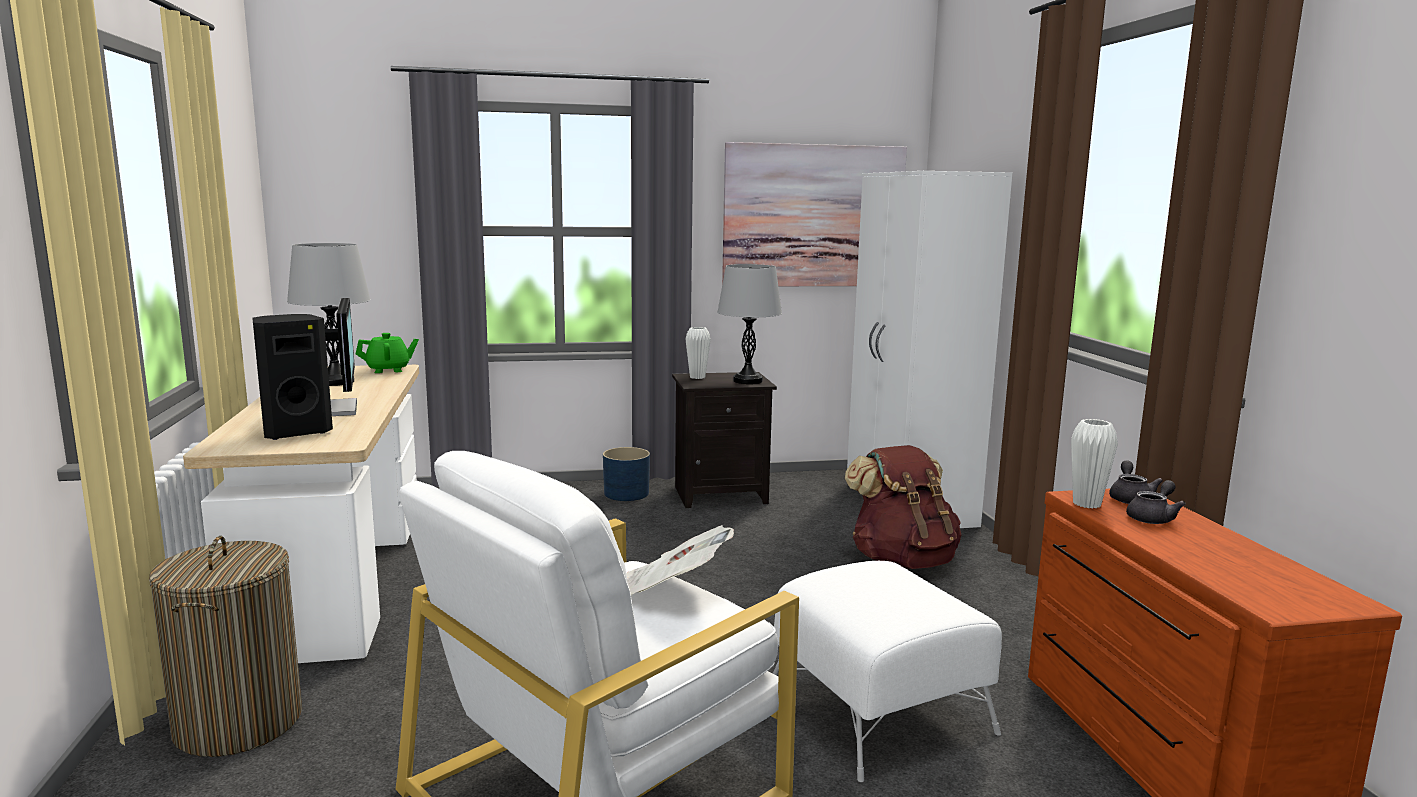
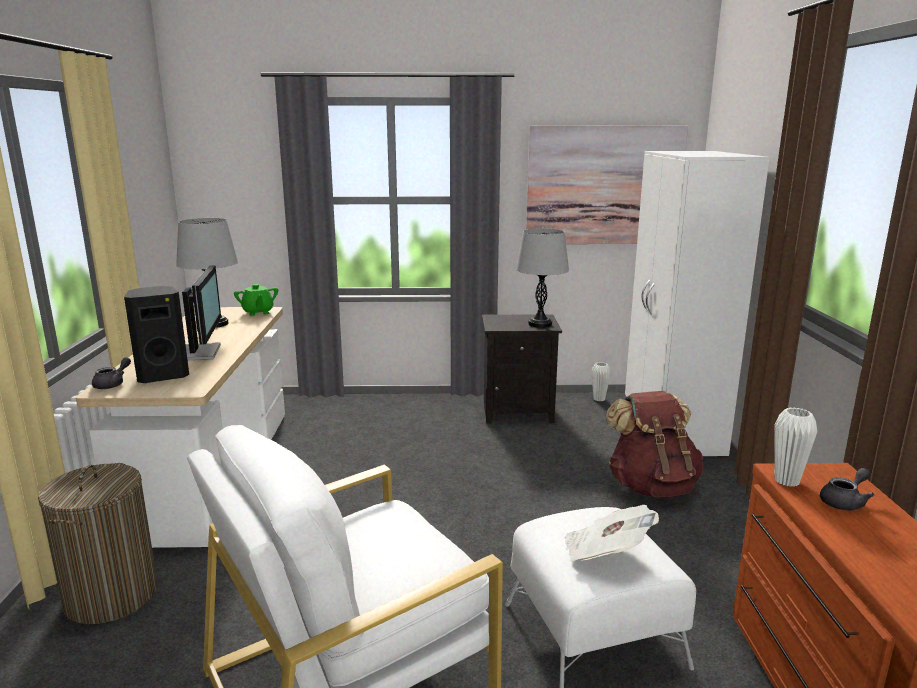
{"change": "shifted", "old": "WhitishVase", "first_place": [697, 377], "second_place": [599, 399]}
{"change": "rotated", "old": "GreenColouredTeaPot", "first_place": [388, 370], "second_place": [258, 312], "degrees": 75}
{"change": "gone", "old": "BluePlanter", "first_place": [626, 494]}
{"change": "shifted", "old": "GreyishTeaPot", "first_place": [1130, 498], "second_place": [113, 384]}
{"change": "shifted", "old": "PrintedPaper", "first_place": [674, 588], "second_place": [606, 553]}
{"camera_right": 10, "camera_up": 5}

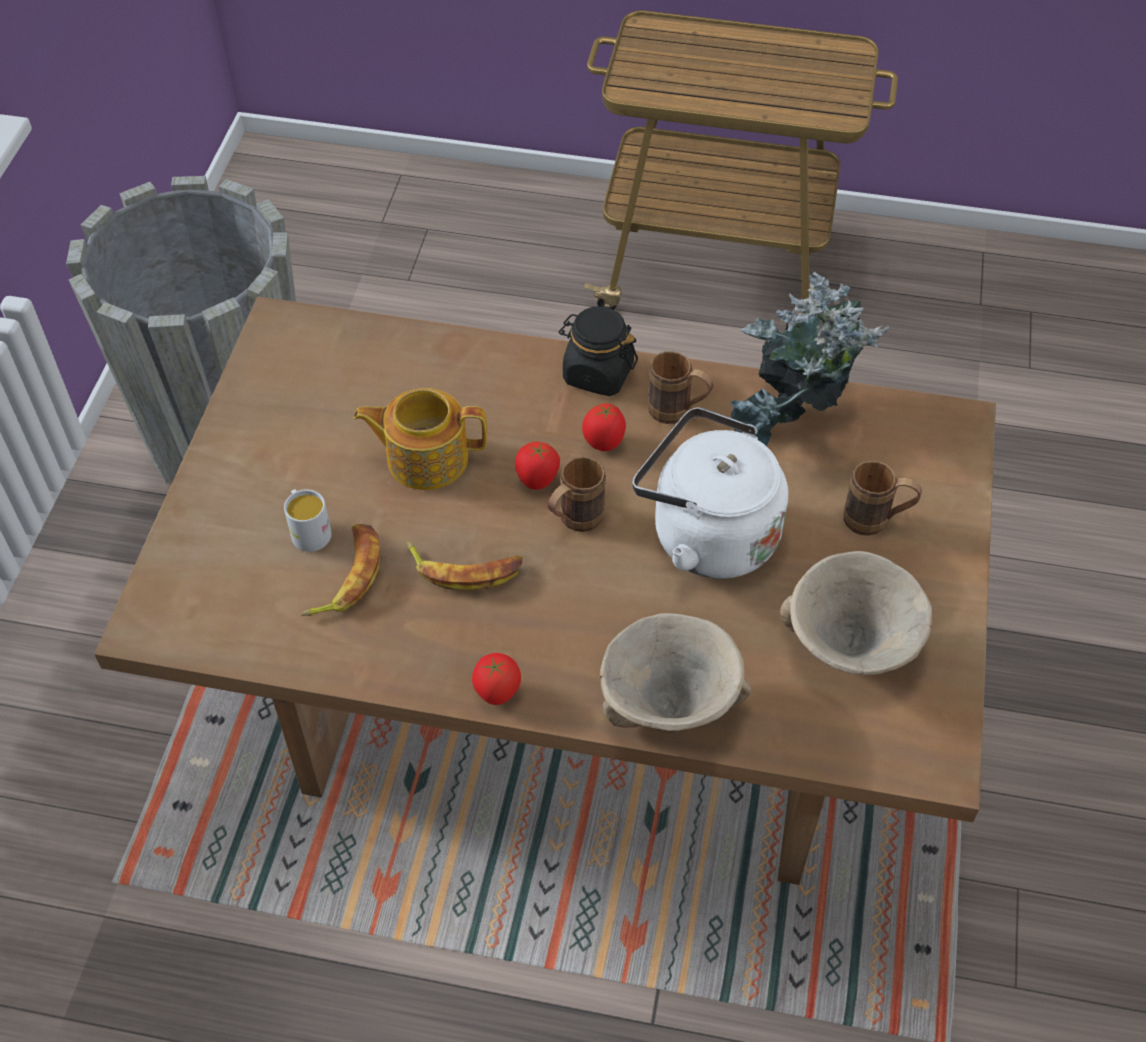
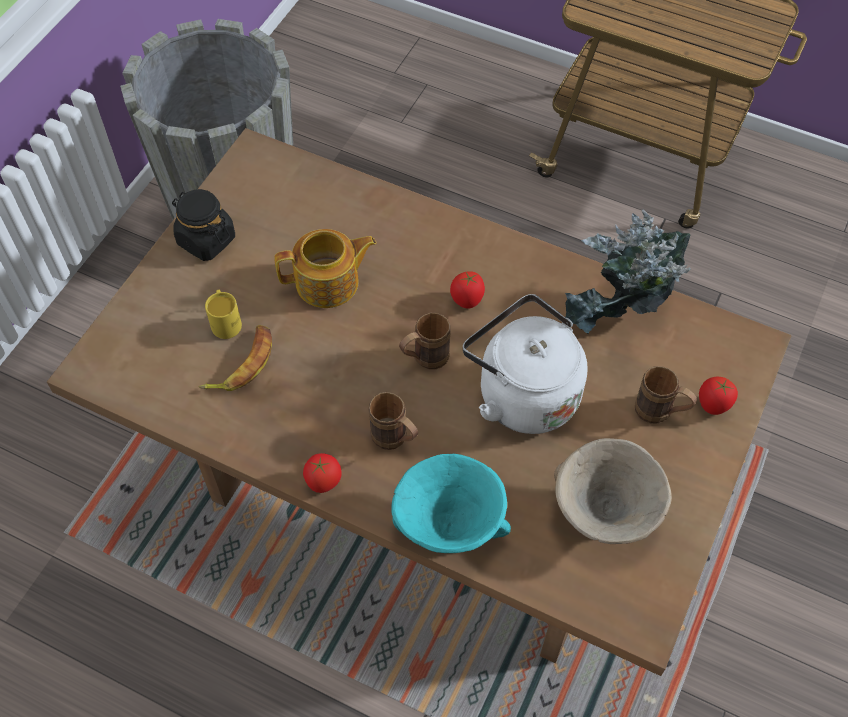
{"change": "shifted", "old": "BlackStorageJar", "first_place": [597, 373], "second_place": [206, 240]}
{"change": "shifted", "old": "BrownColouredCoffeeMug", "first_place": [678, 413], "second_place": [395, 440]}
{"change": "rotated", "old": "TeaPot", "first_place": [425, 457], "second_place": [329, 283], "degrees": 150}
{"change": "shifted", "old": "WholeTomato", "first_place": [537, 481], "second_place": [712, 406]}
{"change": "repainted", "old": "WhitishCoffeeMug", "new": "YellowColouredCoffeeMug", "first_place": [308, 531], "second_place": [225, 322]}
{"change": "gone", "old": "BananaFruit", "first_place": [465, 569]}
{"change": "repainted", "old": "BeigeBowl", "new": "BlueGreenBowl", "first_place": [668, 706], "second_place": [448, 524]}
{"camera_right": 15, "camera_up": 5}

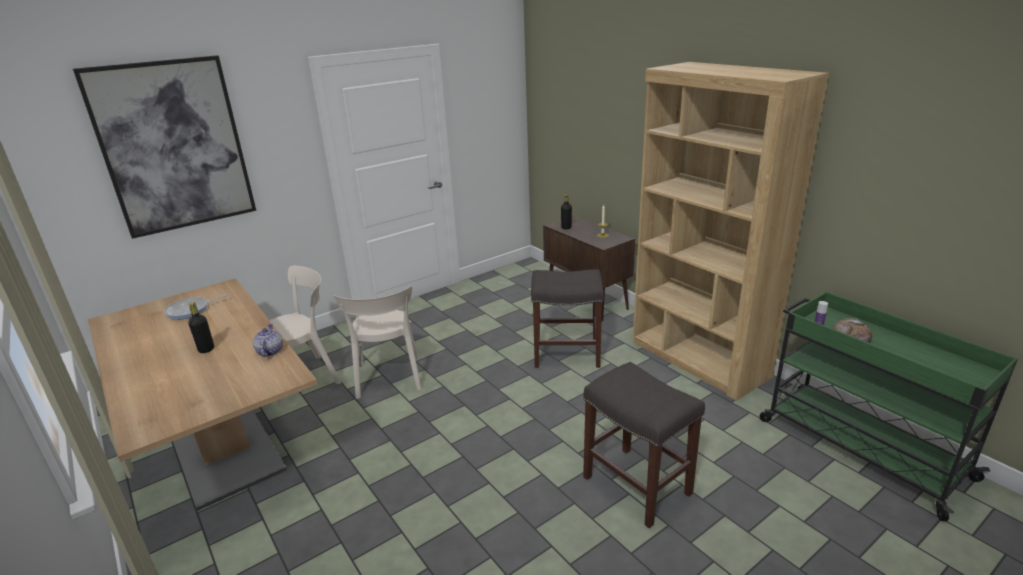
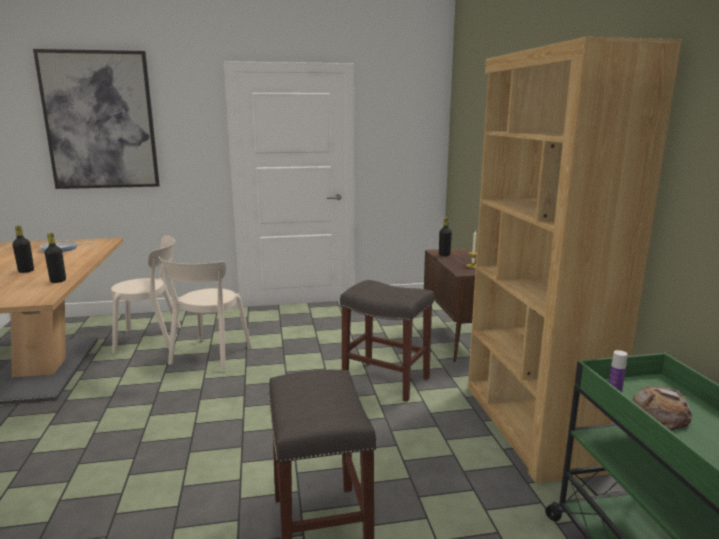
{"change": "swapped", "old": "TeaPot", "new": "BlackBottle", "first_place": [269, 351], "second_place": [58, 281]}
{"camera_right": 25, "camera_up": -10}

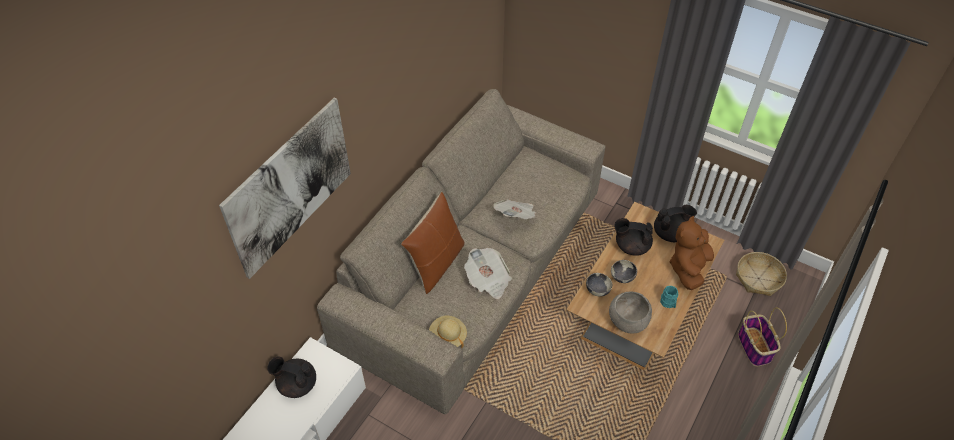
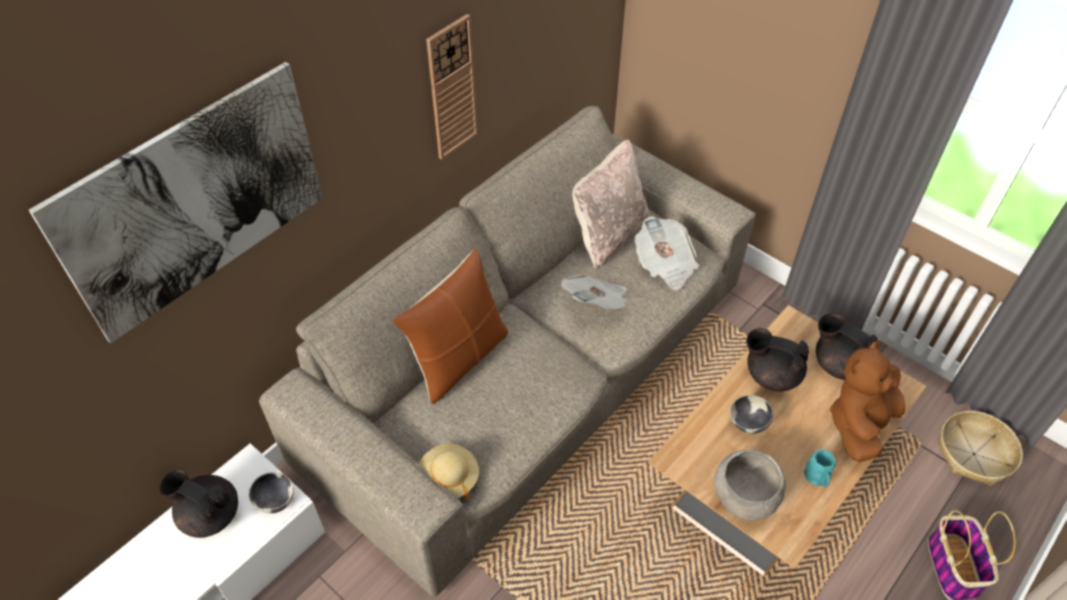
{"change": "rotated", "old": "BlackTeaPot", "first_place": [670, 233], "second_place": [838, 363], "degrees": -135}
{"change": "shifted", "old": "PrintedPaper", "first_place": [488, 280], "second_place": [664, 265]}
{"change": "shifted", "old": "Bowl", "first_place": [597, 290], "second_place": [275, 500]}
{"change": "new", "new": "ClockOnTheWall", "second_place": [452, 89]}
{"change": "new", "new": "BeigeCushion", "second_place": [608, 234]}
{"camera_right": 10, "camera_up": 0}

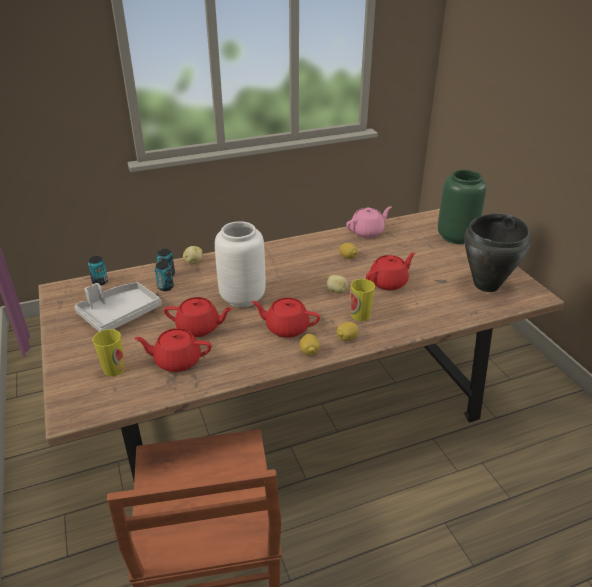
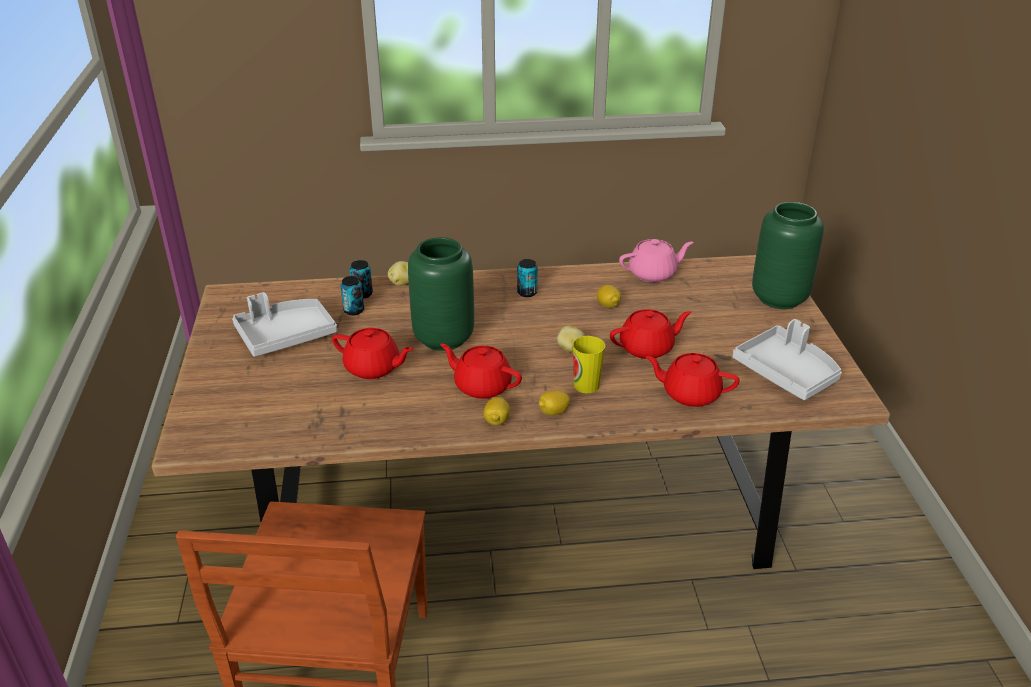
{"change": "swapped", "old": "BlackStockpot", "new": "GreyishTray", "first_place": [487, 285], "second_place": [787, 373]}
{"change": "repainted", "old": "WhitishVase", "new": "GreenColouredVase", "first_place": [243, 297], "second_place": [445, 338]}
{"change": "shifted", "old": "MetalCan", "first_place": [100, 282], "second_place": [527, 292]}
{"change": "shifted", "old": "RedColouredTeaPot", "first_place": [177, 361], "second_place": [690, 394]}
{"change": "gone", "old": "SmallCup", "first_place": [114, 369]}
{"camera_right": 15, "camera_up": 0}

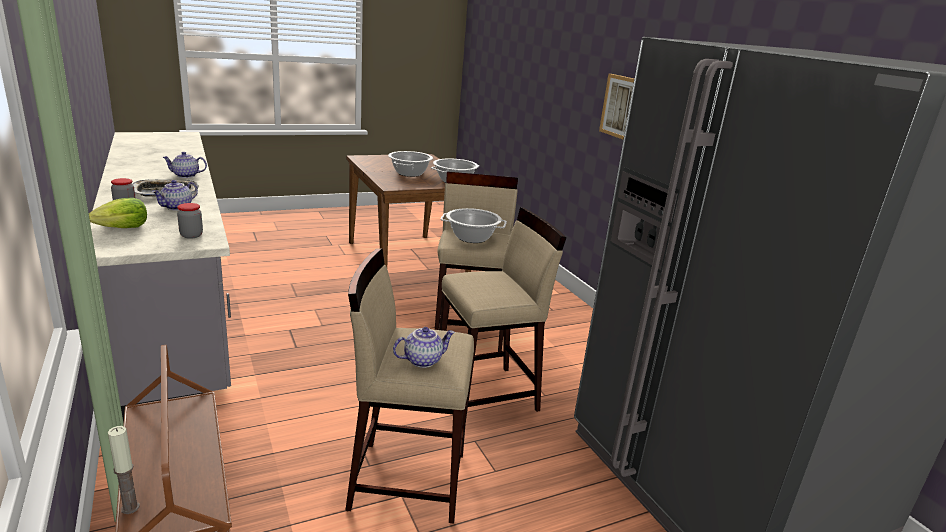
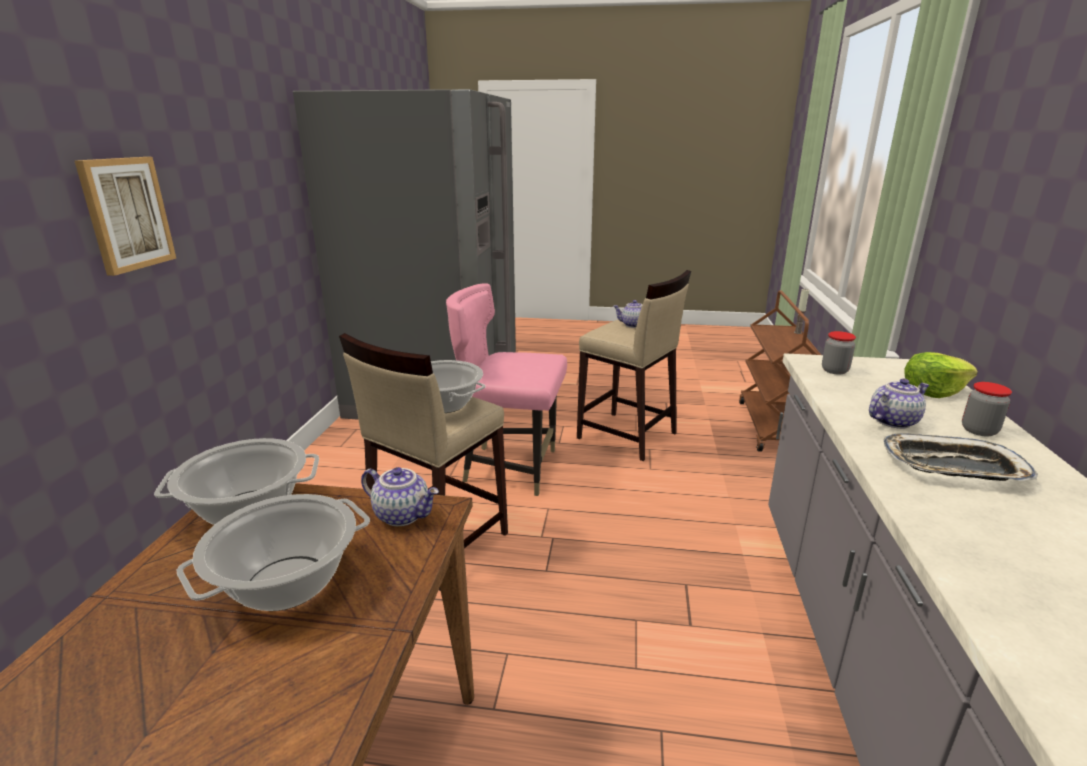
{"change": "shifted", "old": "TeaPot", "first_place": [185, 176], "second_place": [403, 515]}
{"change": "swapped", "old": "BeigeStool", "new": "PinkColouredChair", "first_place": [487, 395], "second_place": [511, 468]}
{"camera_right": -145, "camera_up": 0}

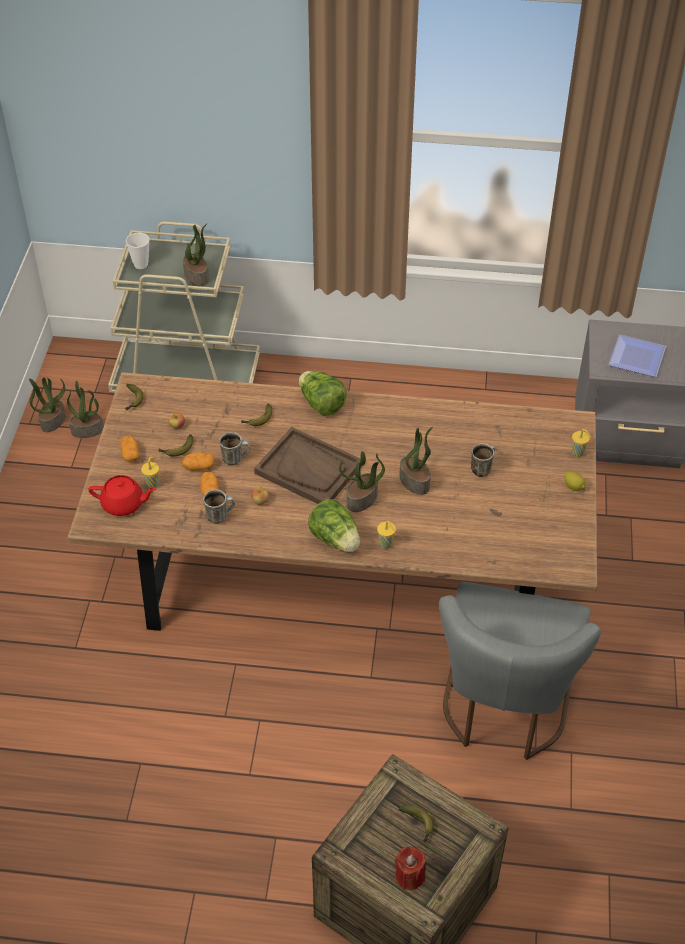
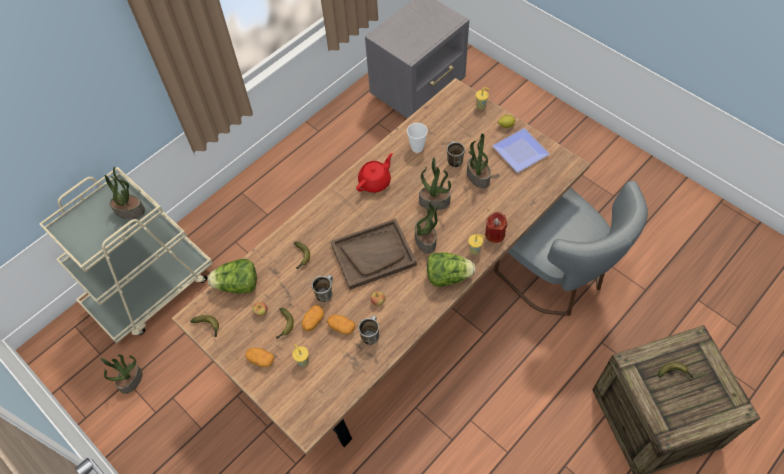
{"change": "shifted", "old": "SmallCup", "first_place": [141, 264], "second_place": [417, 148]}
{"change": "shifted", "old": "Plate", "first_place": [638, 357], "second_place": [520, 150]}
{"change": "shifted", "old": "LettuceHead", "first_place": [321, 404], "second_place": [237, 285]}
{"change": "shifted", "old": "Houseplant", "first_place": [53, 420], "second_place": [477, 177]}
{"change": "shifted", "old": "RedColouredTeaPot", "first_place": [124, 504], "second_place": [375, 182]}
{"change": "shifted", "old": "RedColouredWaxCandle", "first_place": [409, 876], "second_place": [495, 234]}
{"camera_right": -50, "camera_up": 10}

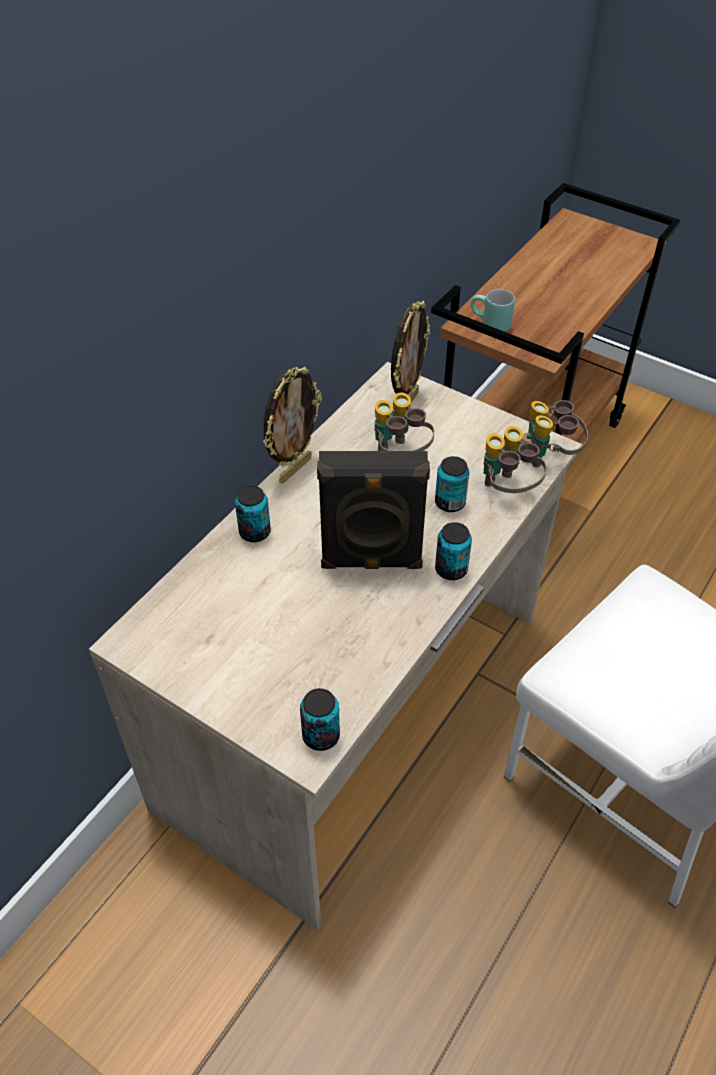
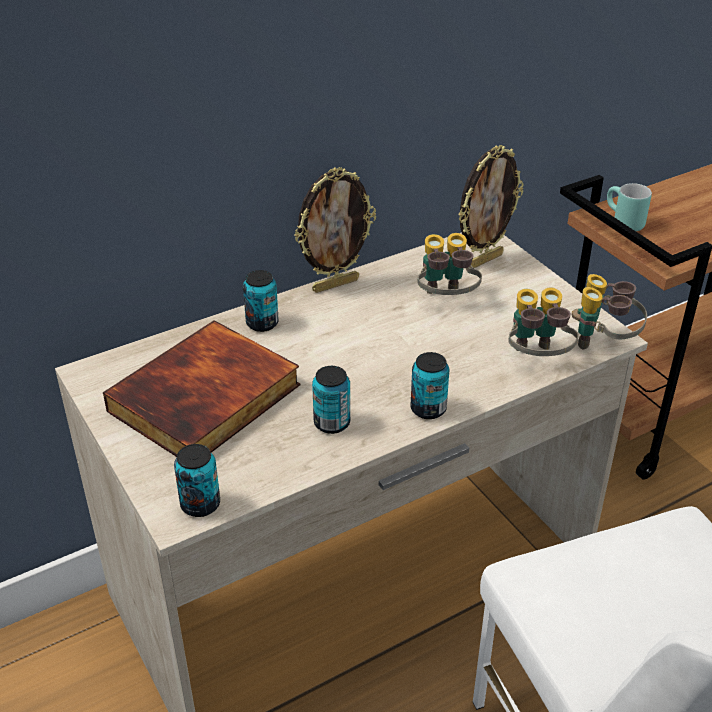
{"change": "gone", "old": "BlackAudioSpeaker", "first_place": [371, 562]}
{"change": "shifted", "old": "MetalCan", "first_place": [450, 502], "second_place": [332, 423]}
{"change": "new", "new": "Volume", "second_place": [206, 400]}
{"camera_right": 25, "camera_up": -10}

